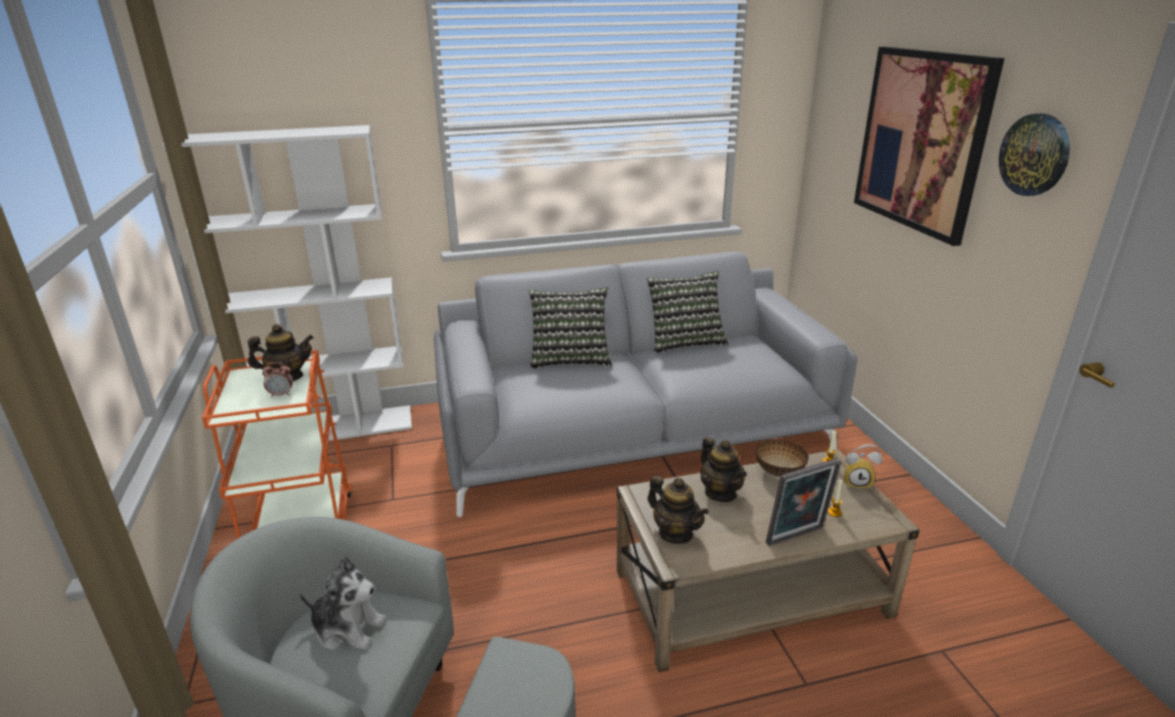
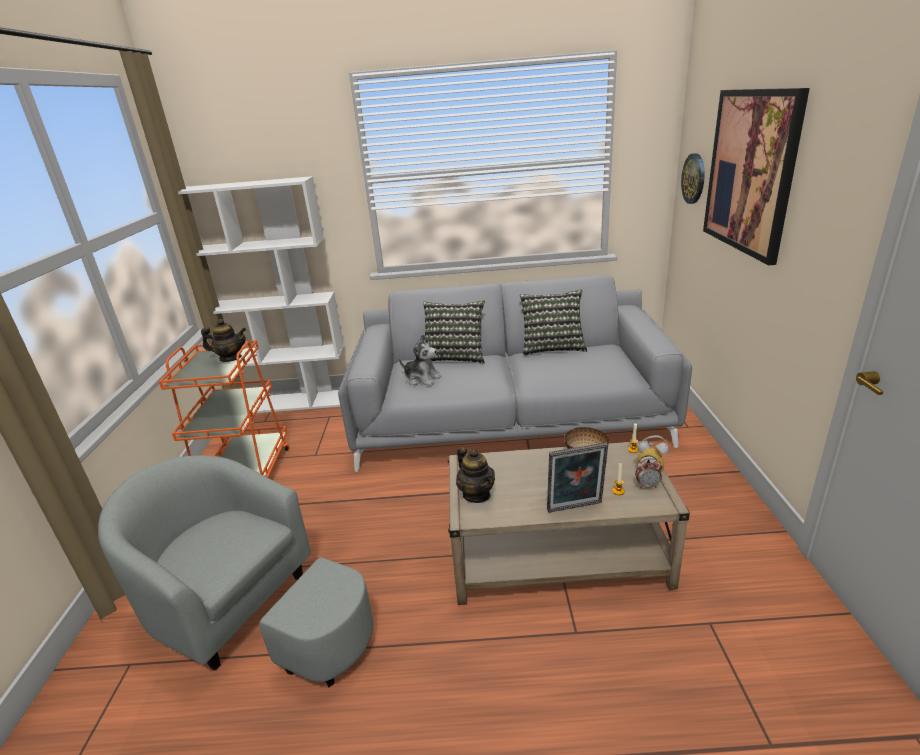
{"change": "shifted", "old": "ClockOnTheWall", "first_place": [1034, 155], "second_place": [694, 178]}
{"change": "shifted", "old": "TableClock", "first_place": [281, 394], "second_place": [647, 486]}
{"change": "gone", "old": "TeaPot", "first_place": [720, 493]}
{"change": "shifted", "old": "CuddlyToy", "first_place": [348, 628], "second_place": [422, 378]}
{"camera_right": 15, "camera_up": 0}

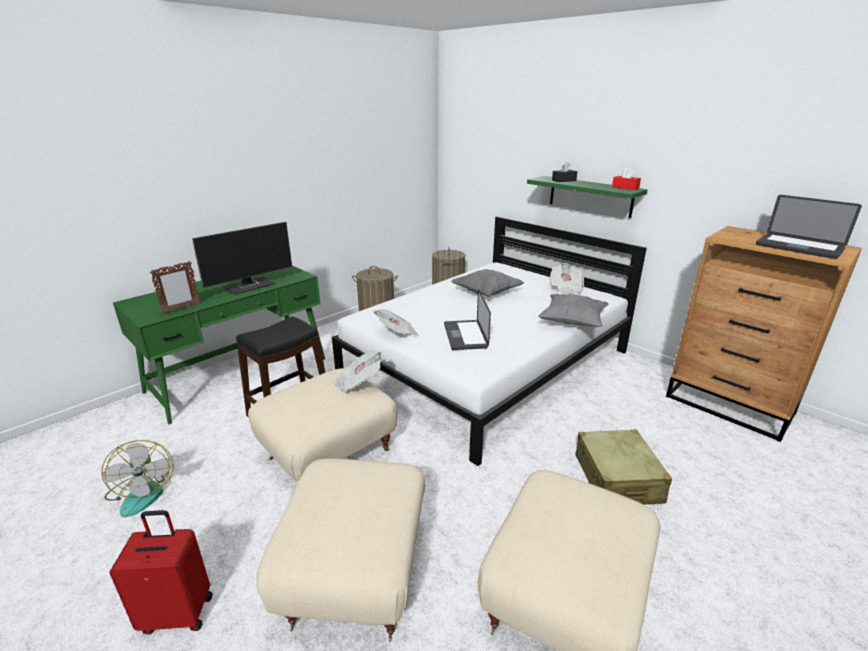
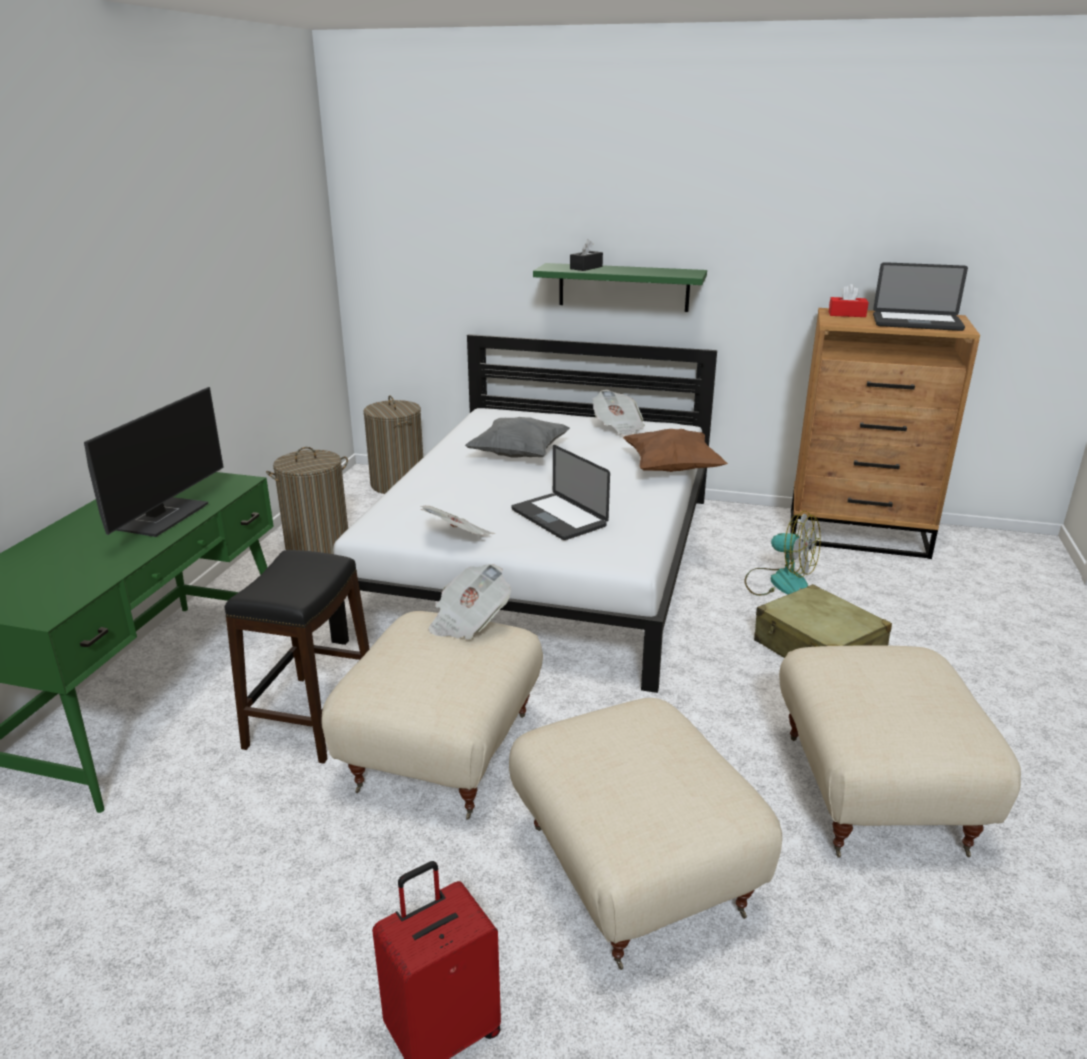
{"change": "shifted", "old": "RedColouredBoxOfTissues", "first_place": [625, 188], "second_place": [847, 314]}
{"change": "gone", "old": "StandingFrame", "first_place": [181, 309]}
{"change": "repainted", "old": "GreyishCushion", "new": "BrownColouredCushion", "first_place": [572, 322], "second_place": [672, 469]}
{"change": "shifted", "old": "ElectricFan", "first_place": [142, 492], "second_place": [779, 582]}
{"camera_right": -30, "camera_up": 0}

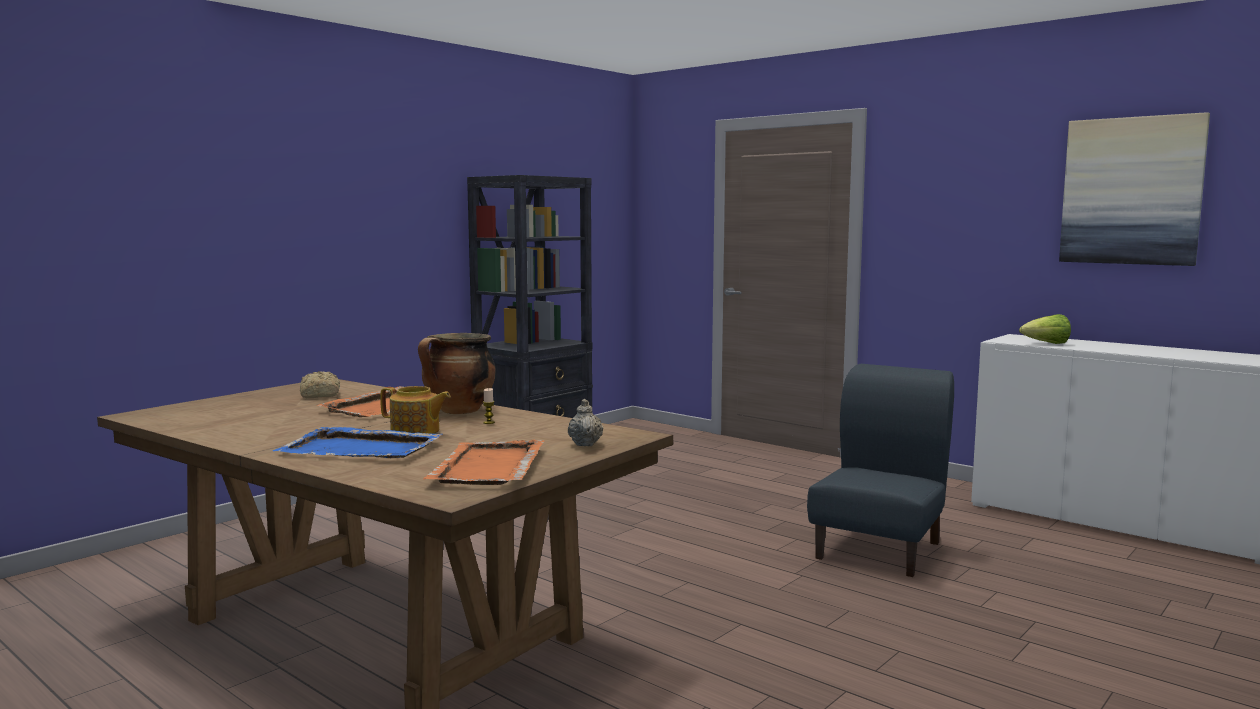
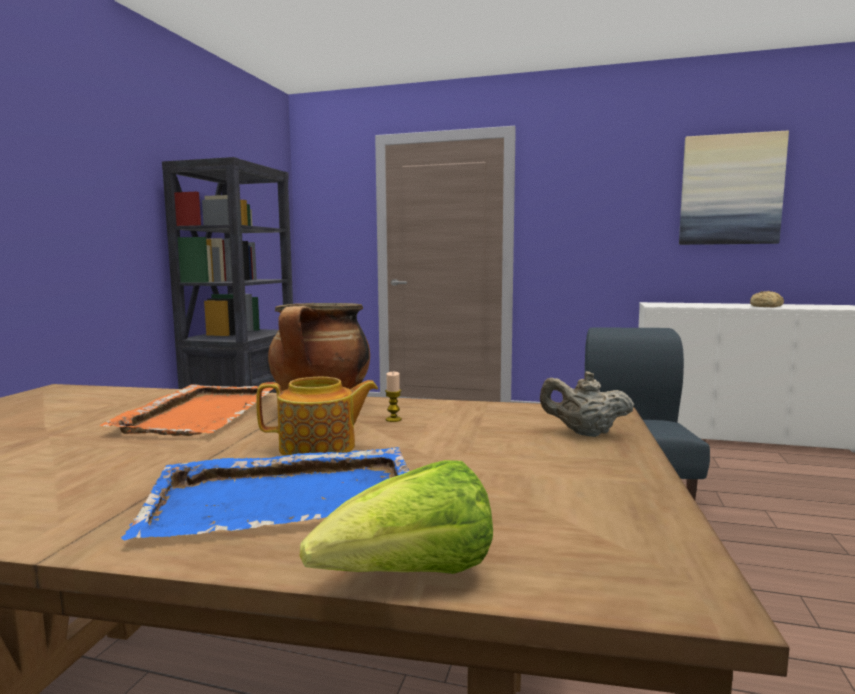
{"change": "shifted", "old": "LettuceHead", "first_place": [1046, 344], "second_place": [411, 578]}
{"change": "shifted", "old": "Bread", "first_place": [320, 395], "second_place": [767, 306]}
{"change": "rotated", "old": "BeigeTeaPot", "first_place": [585, 444], "second_place": [584, 433], "degrees": -45}
{"change": "gone", "old": "OrangeTray", "first_place": [487, 467]}
{"camera_right": -25, "camera_up": 0}

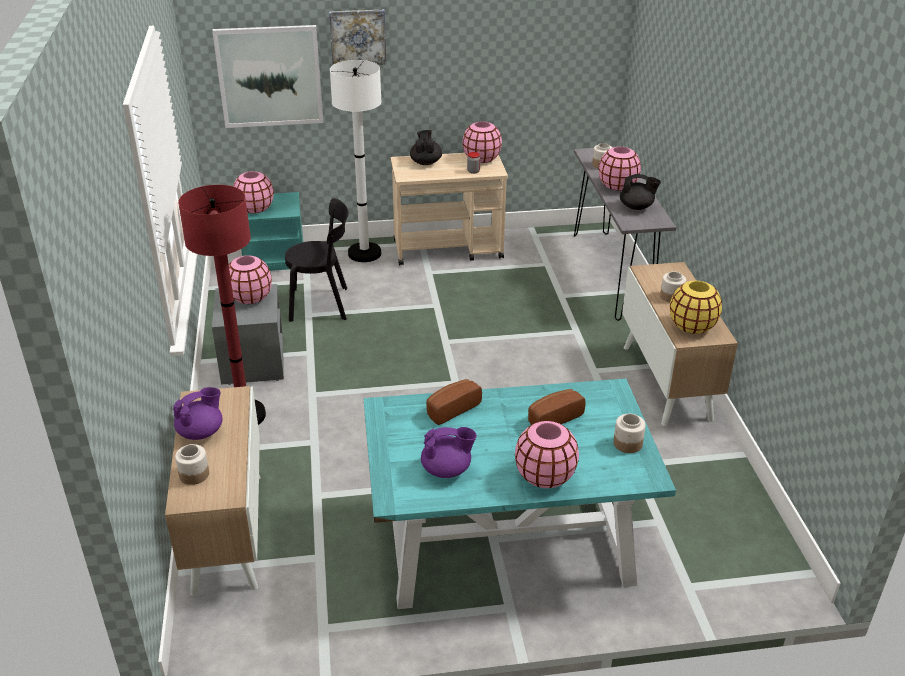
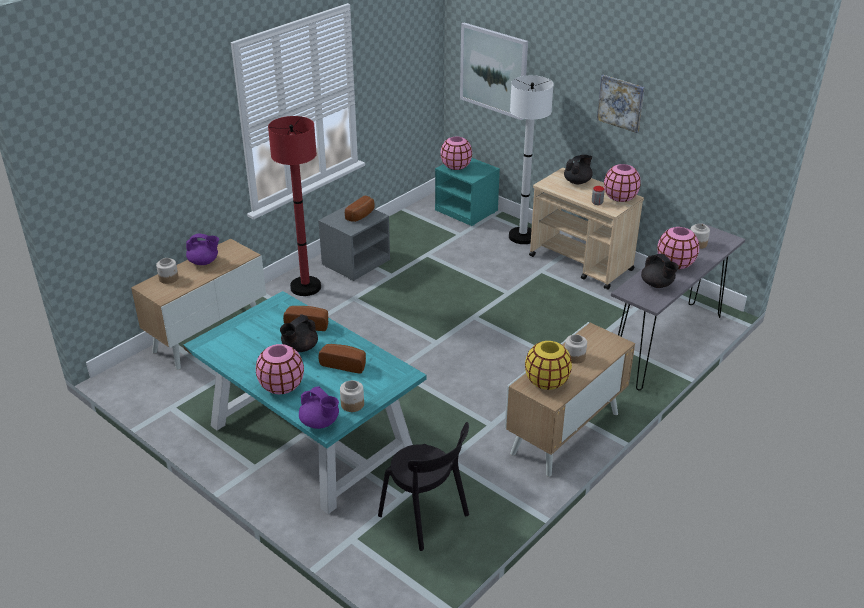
{"change": "shifted", "old": "WallPicture", "first_place": [358, 37], "second_place": [621, 103]}
{"change": "shifted", "old": "BlackChair", "first_place": [322, 304], "second_place": [426, 517]}
{"change": "swapped", "old": "PinkColouredVase", "new": "Bread", "first_place": [250, 298], "second_place": [362, 215]}
{"change": "shifted", "old": "PurpleTeaPot", "first_place": [447, 469], "second_place": [320, 422]}
{"change": "new", "new": "BlackTeaPot", "second_place": [299, 348]}
{"camera_right": 50, "camera_up": 0}

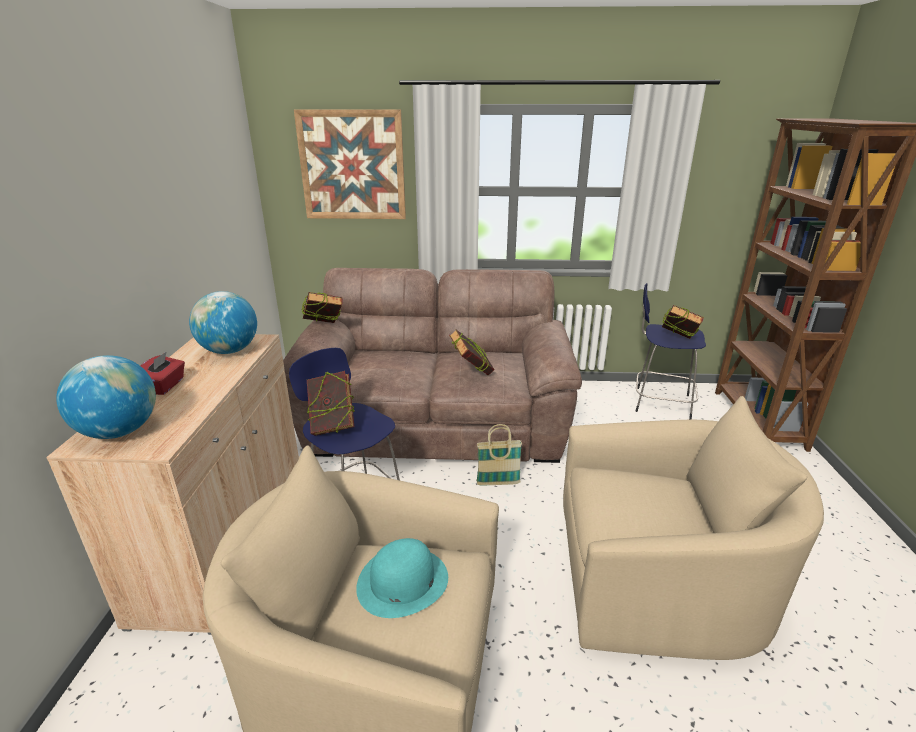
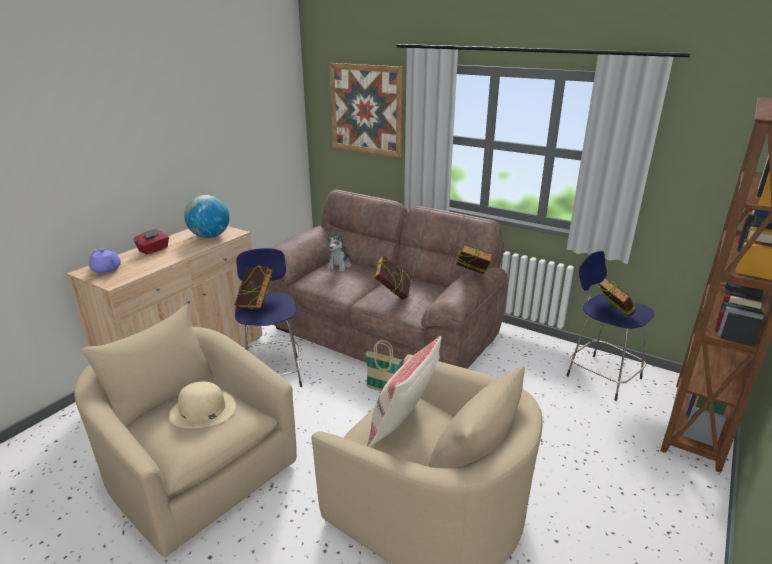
{"change": "shifted", "old": "Volume", "first_place": [324, 328], "second_place": [472, 278]}
{"change": "swapped", "old": "Globe", "new": "PurpleTeaPot", "first_place": [119, 432], "second_place": [106, 269]}
{"change": "repainted", "old": "BlueGreenClothingHat", "new": "BeigeClothingHat", "first_place": [402, 582], "second_place": [202, 410]}
{"change": "new", "new": "CuddlyToy", "second_place": [339, 266]}
{"change": "new", "new": "BeigeCushion", "second_place": [403, 425]}
{"camera_right": 30, "camera_up": 0}

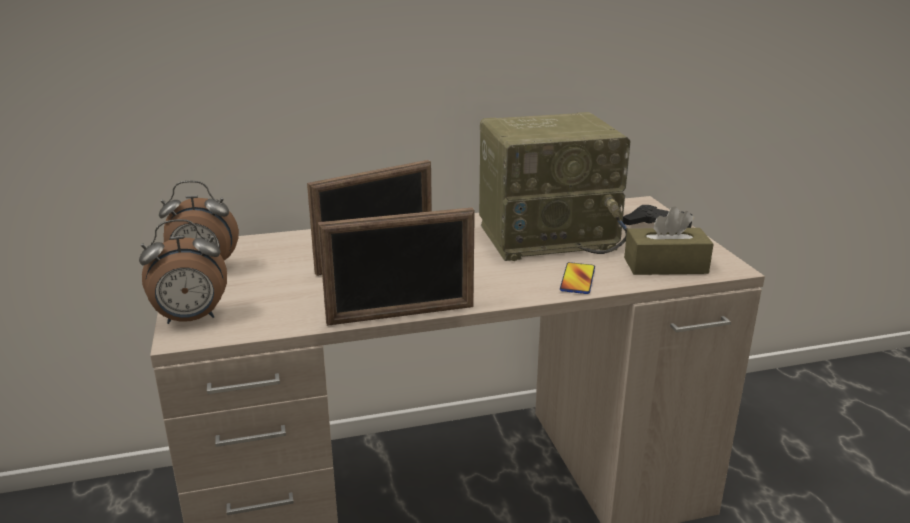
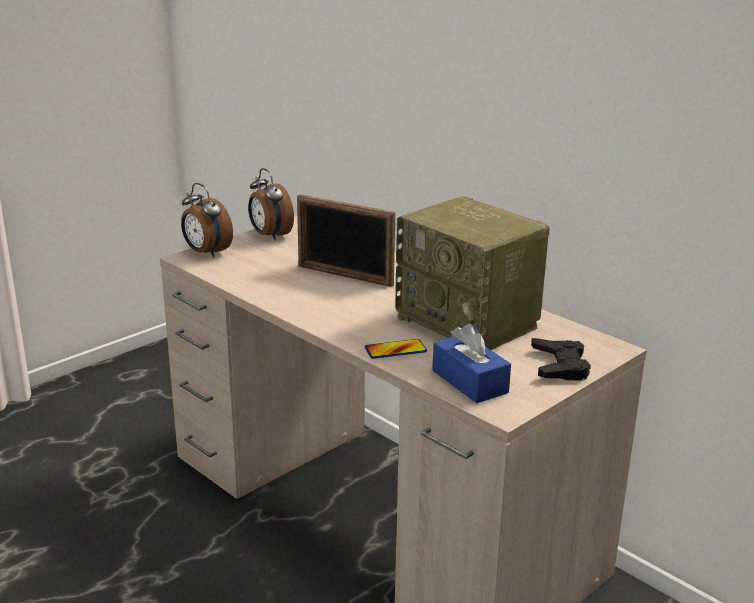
{"change": "repainted", "old": "BrownColouredBoxOfTissues", "new": "BlueBoxOfTissues", "first_place": [665, 265], "second_place": [469, 381]}
{"change": "gone", "old": "StandingFrame", "first_place": [401, 315]}
{"camera_right": 60, "camera_up": 0}

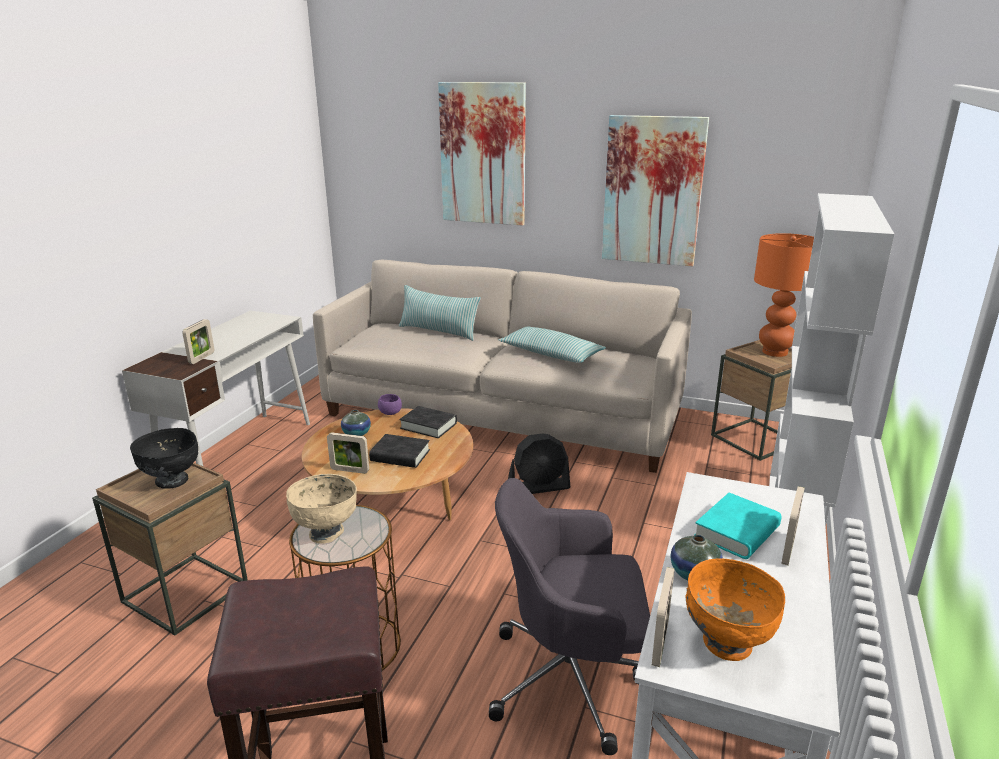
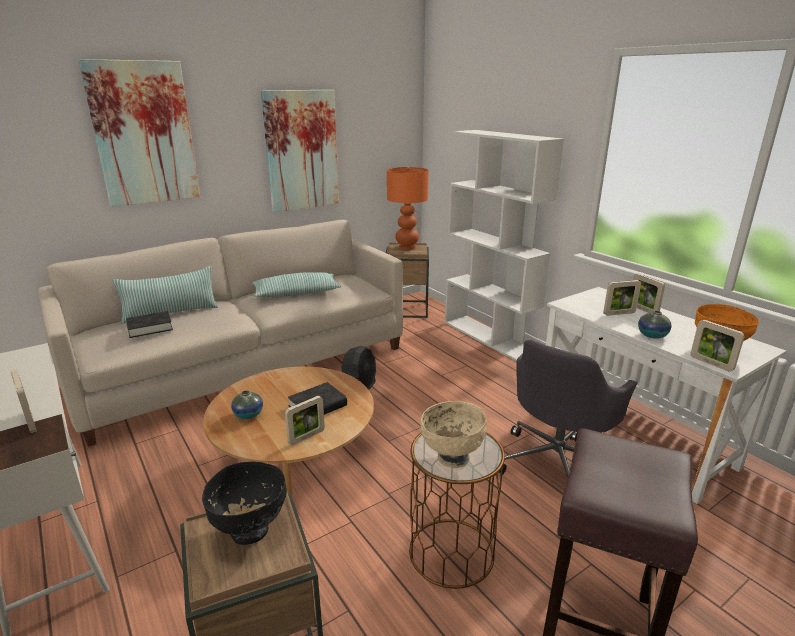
{"change": "gone", "old": "PurpleBowl", "first_place": [390, 413]}
{"change": "shifted", "old": "BlackVolume", "first_place": [428, 426], "second_place": [150, 328]}
{"change": "swapped", "old": "BlueGreenVolume", "new": "StandingFrame", "first_place": [737, 532], "second_place": [619, 313]}
{"camera_right": -55, "camera_up": 0}

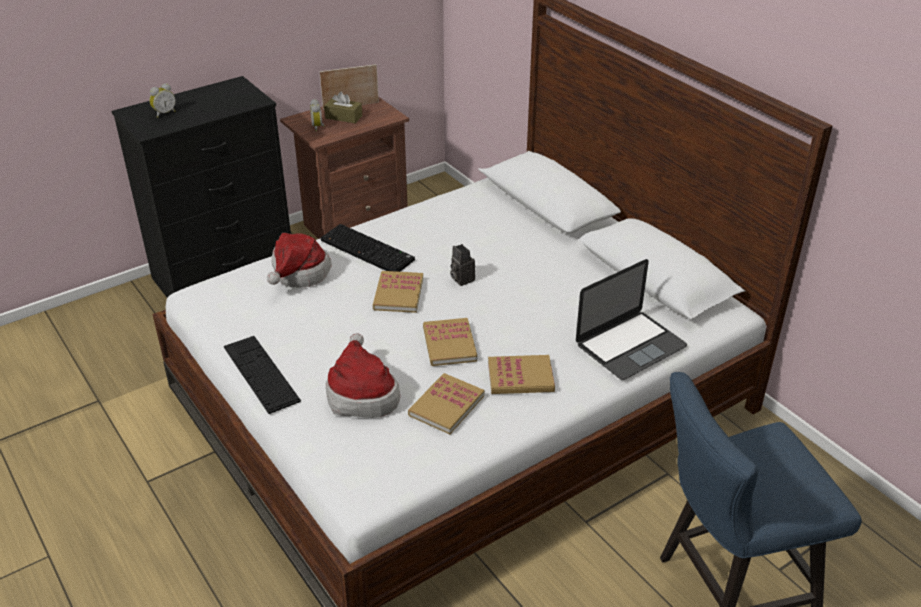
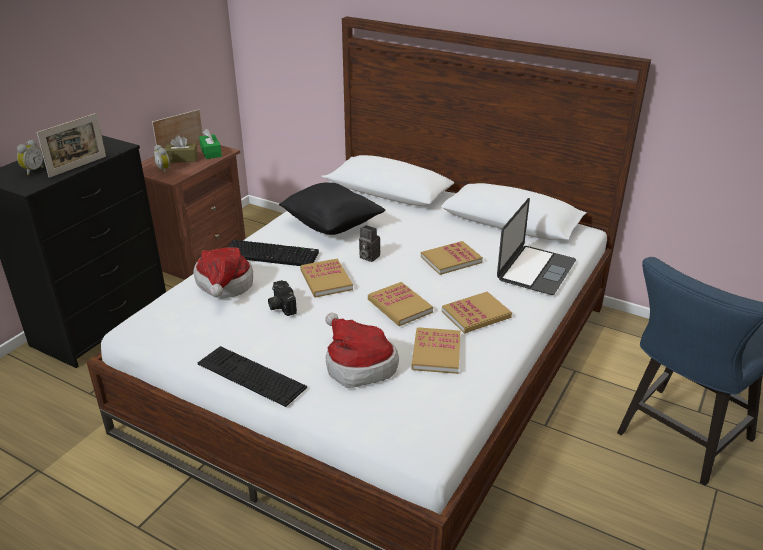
{"change": "new", "new": "StandingFrame", "second_place": [78, 166]}
{"change": "new", "new": "GreenColouredBoxOfTissues", "second_place": [211, 152]}
{"change": "new", "new": "BlackCushion", "second_place": [331, 226]}
{"change": "new", "new": "Volume", "second_place": [451, 260]}
{"change": "new", "new": "StillCamera", "second_place": [280, 305]}
{"camera_right": -25, "camera_up": -5}

